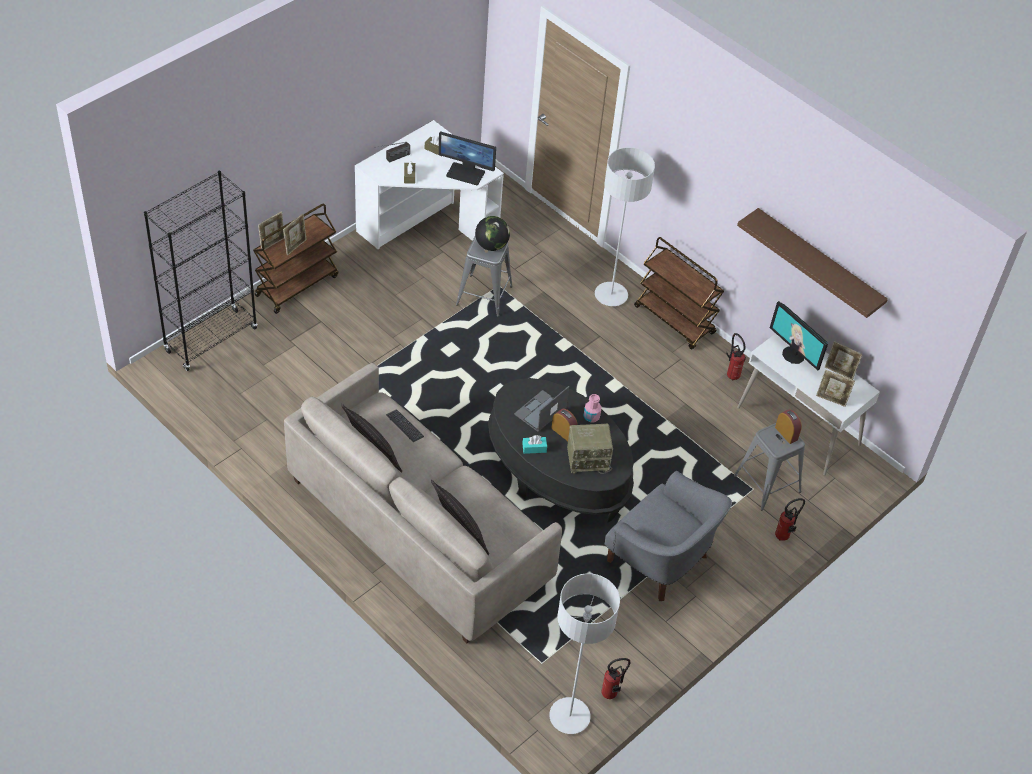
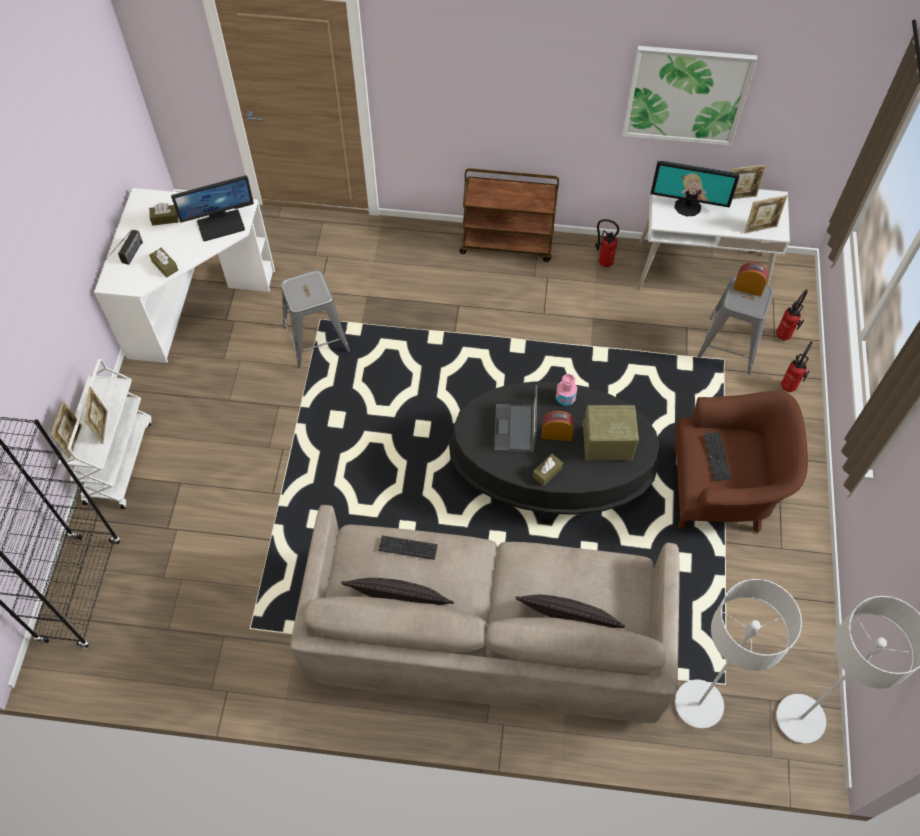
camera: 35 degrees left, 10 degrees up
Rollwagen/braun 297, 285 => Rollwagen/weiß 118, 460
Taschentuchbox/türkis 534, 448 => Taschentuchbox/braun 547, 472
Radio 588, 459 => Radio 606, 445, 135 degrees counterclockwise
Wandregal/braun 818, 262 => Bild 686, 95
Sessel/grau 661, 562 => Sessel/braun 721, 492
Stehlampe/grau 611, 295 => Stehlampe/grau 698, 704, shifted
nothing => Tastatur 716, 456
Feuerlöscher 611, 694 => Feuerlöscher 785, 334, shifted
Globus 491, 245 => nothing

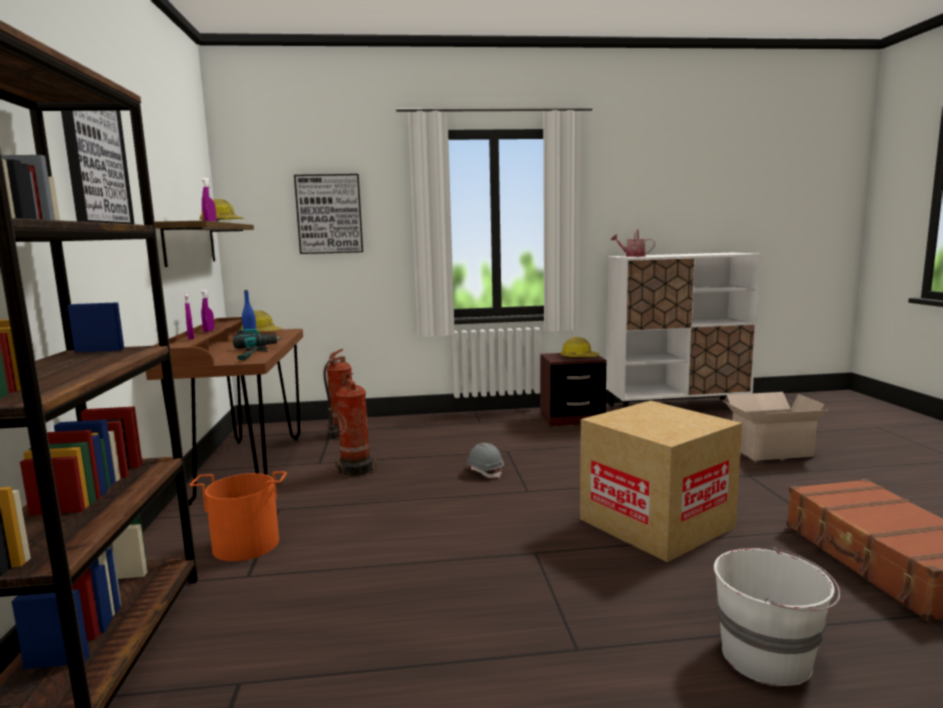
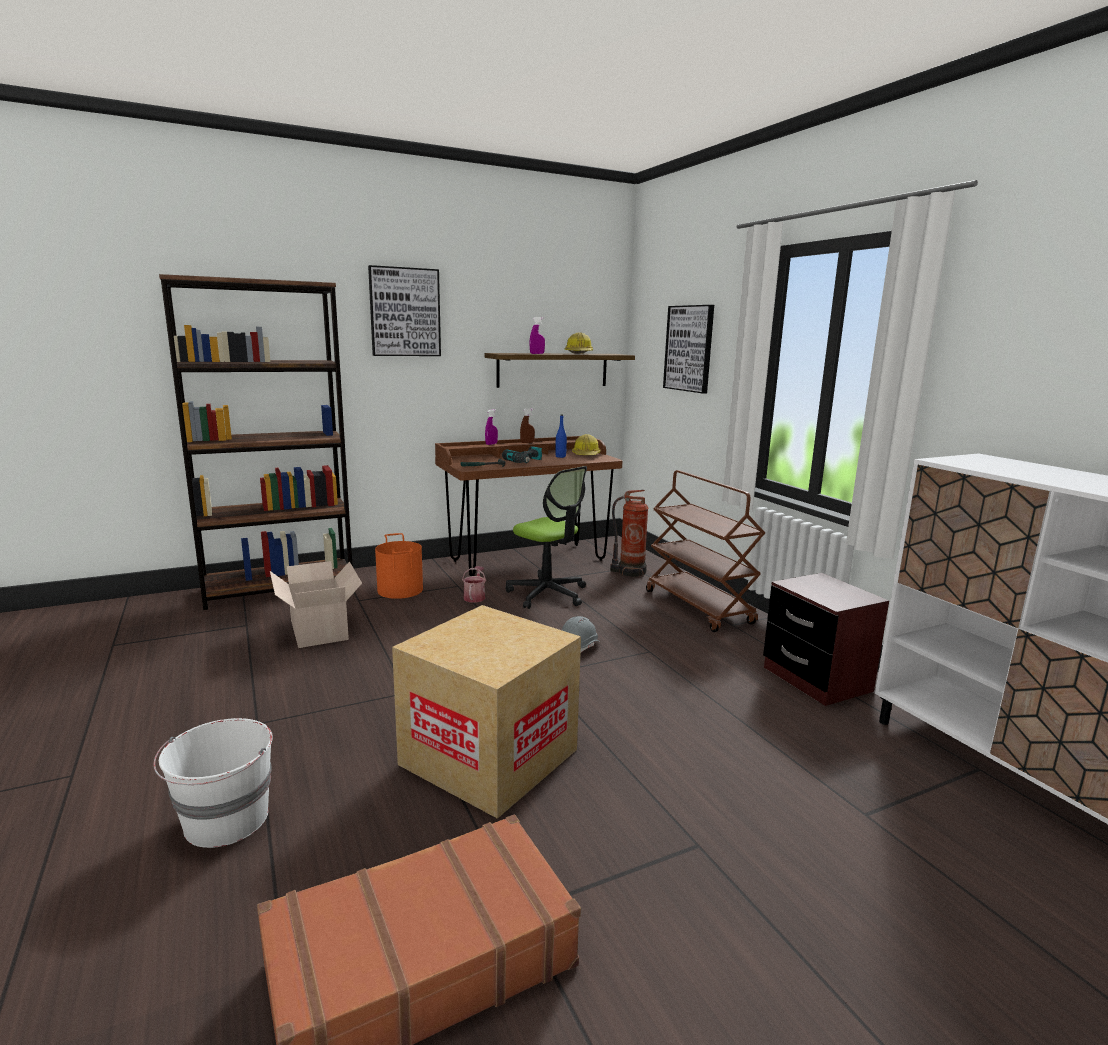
camera: 70 degrees right, 5 degrees up
Karton 769, 451 => Karton 319, 629, shifted
Gießkanne 632, 256 => Gießkanne 475, 597, shifted
Feuerlöscher 356, 469 => Bürostuhl 547, 594
Sprühflasche/lila 209, 330 => Sprühflasche/braun 527, 442
nothing => Rollwagen/braun 699, 607
Schutzhelm 578, 358 => nothing

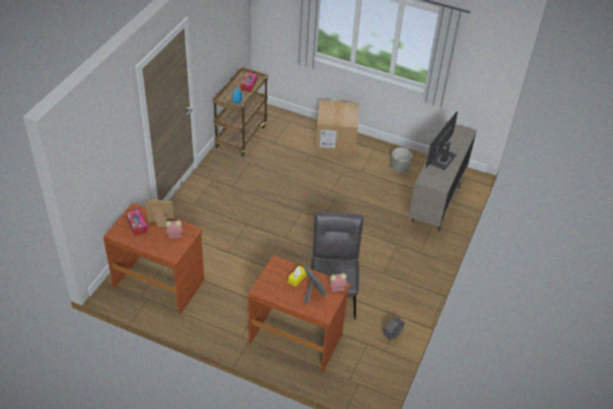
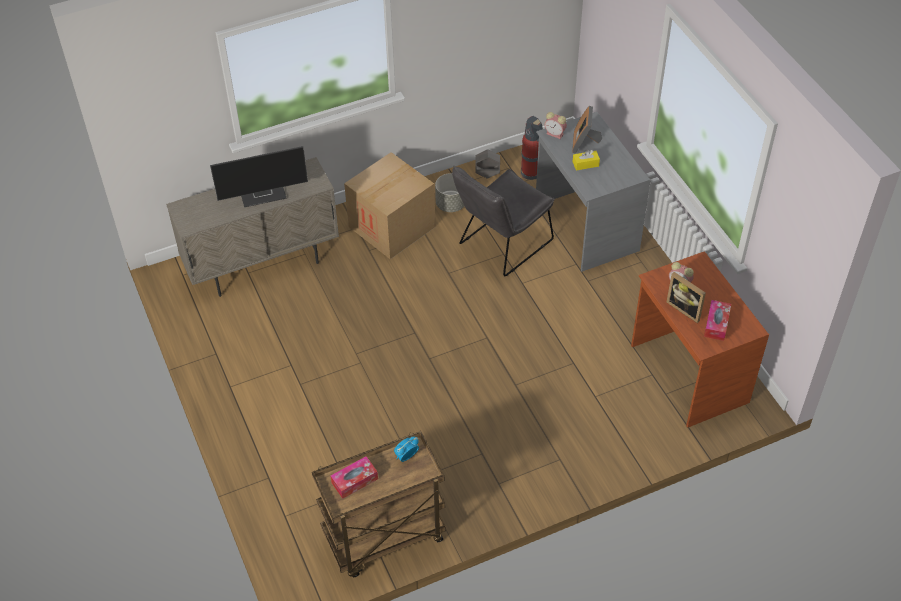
camera: 135 degrees left, 5 degrees up
Karton 335, 143 => Karton 392, 226, shifted
Pflanzkübel/grau 399, 168 => Pflanzkübel/grau 451, 204, shifted
nothing => Feuerlöscher 531, 173
Schreibtisch/braun 296, 338 => Schreibtisch/grau 585, 227

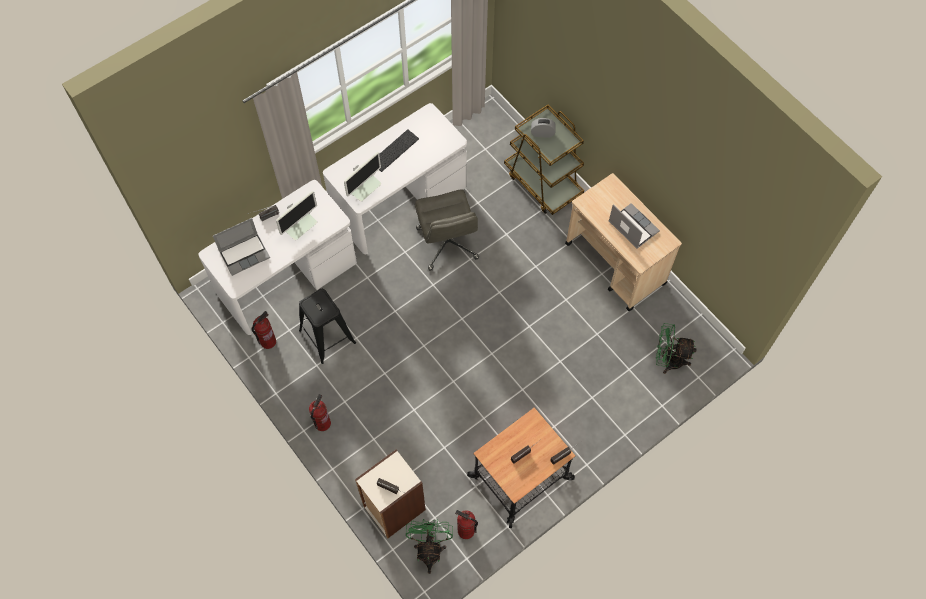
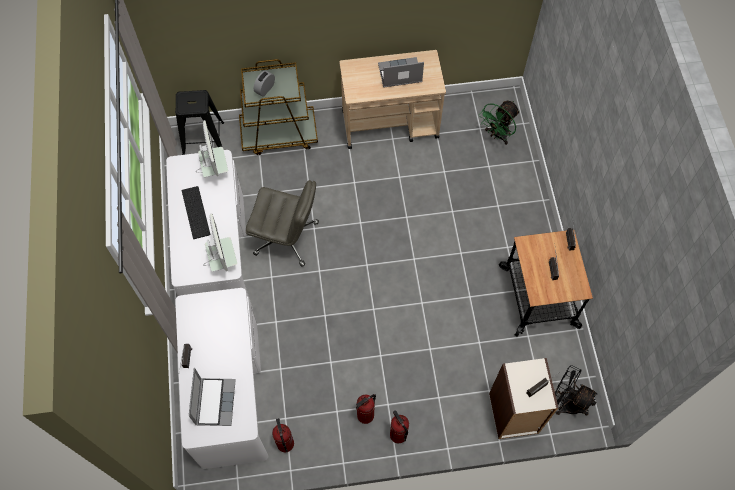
camera: 60 degrees left, 0 degrees up
Hocker/schwarz 327, 336 => Hocker/schwarz 203, 139, shifted
Monitor 300, 231 => Monitor 214, 170, shifted
Feuerlöscher 465, 531 => Feuerlöscher 365, 415, shifted
Ventilator/grün 430, 549 => Ventilator/schwarz 566, 402

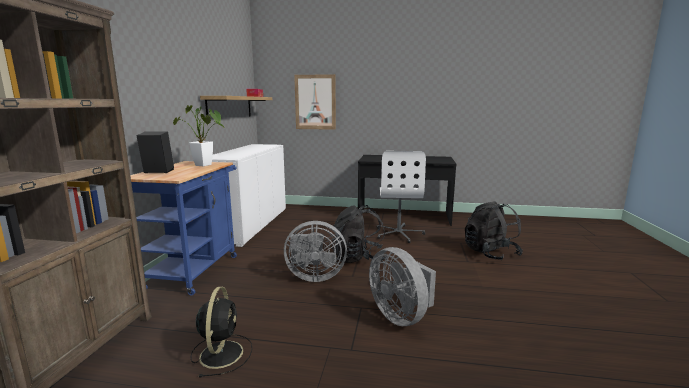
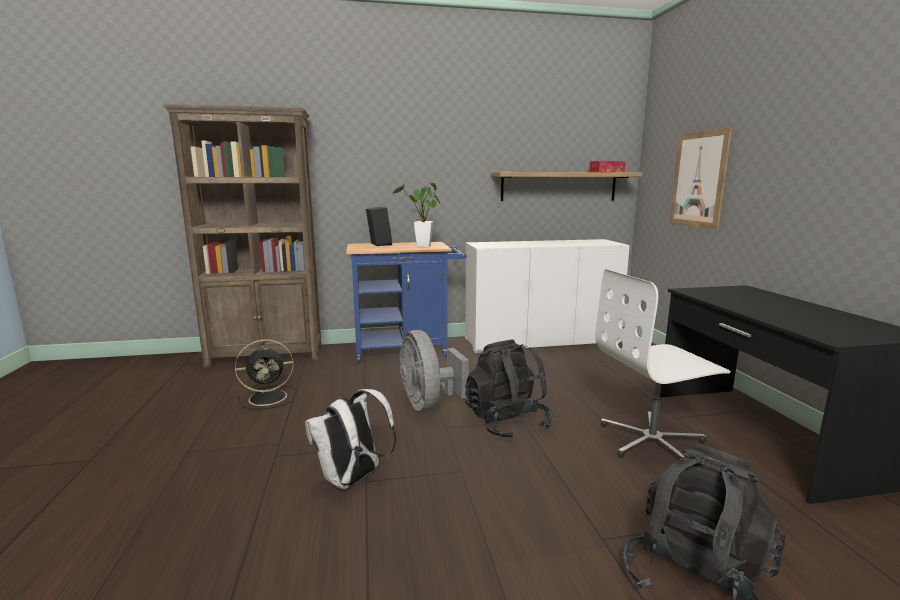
camera: 70 degrees right, 0 degrees up
Ventilator/grau 401, 316 => Rucksack/weiß 352, 480

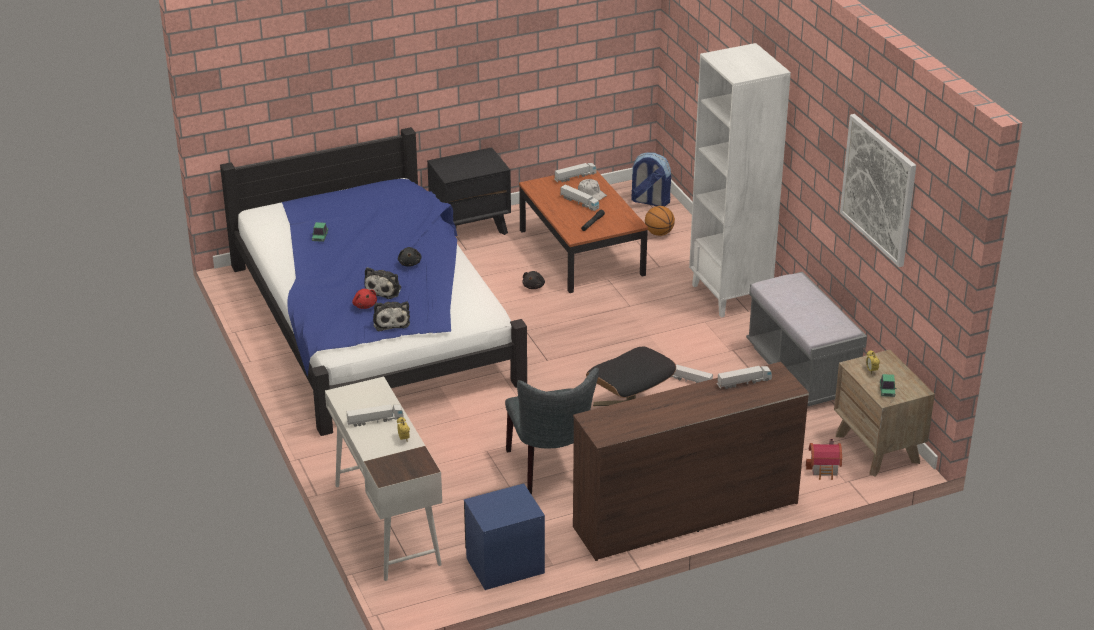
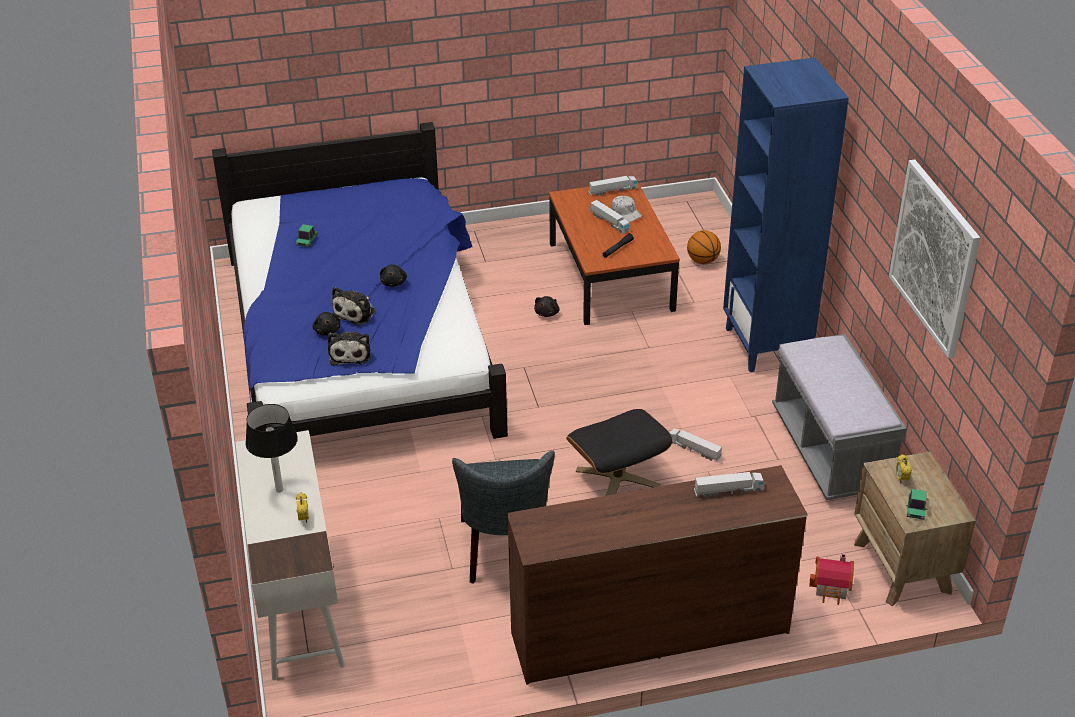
camera: 10 degrees right, 5 degrees up
Spielzeuglaster 375, 420 => Tischlampe 279, 489
Plüschtier/rot 364, 305 => Plüschtier/schwarz 327, 330
Bücherregal/weiß 730, 295 => Bücherregal/blau 767, 345
Nachttisch/schwarz 470, 228 => nothing
Nachttisch/blau 505, 565 => nothing
Rucksack 649, 201 => nothing

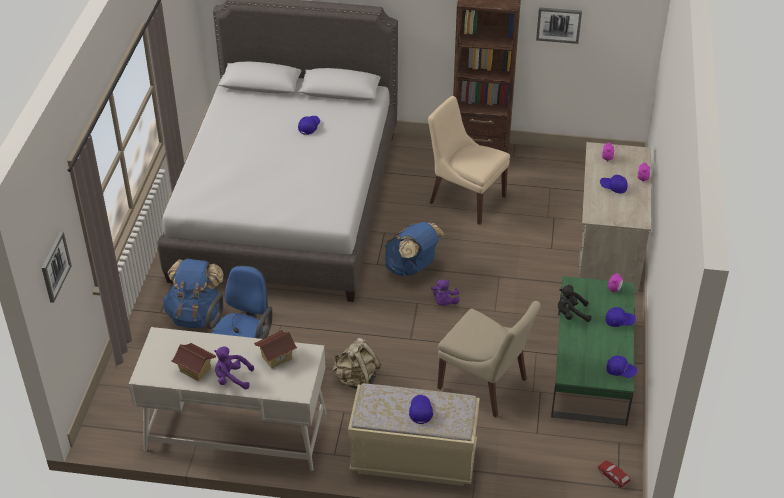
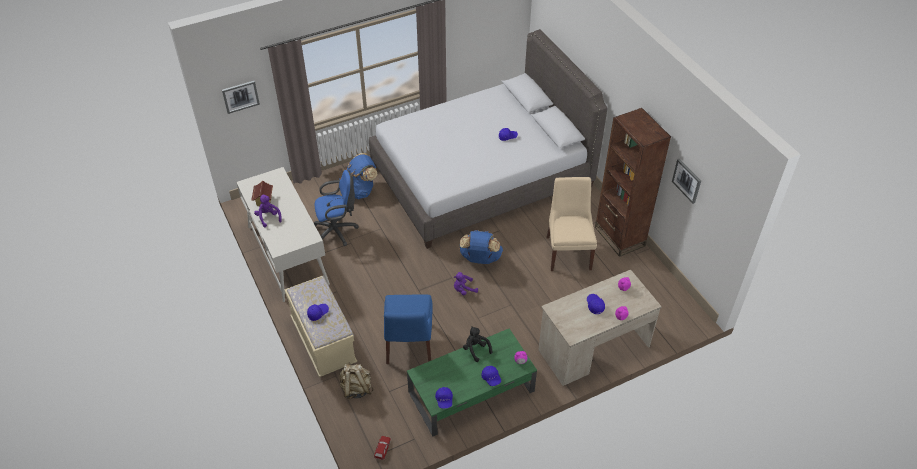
camera: 55 degrees right, 5 degrees up
Rucksack/beige 356, 380 => Rucksack/beige 356, 388, shifted
Stuhl/beige 485, 385 => Stuhl/blau 409, 345
Spielzeughaus 276, 357 => nothing

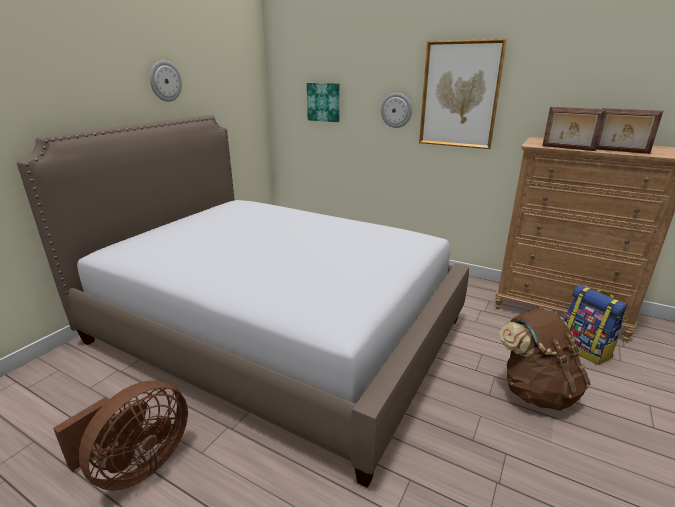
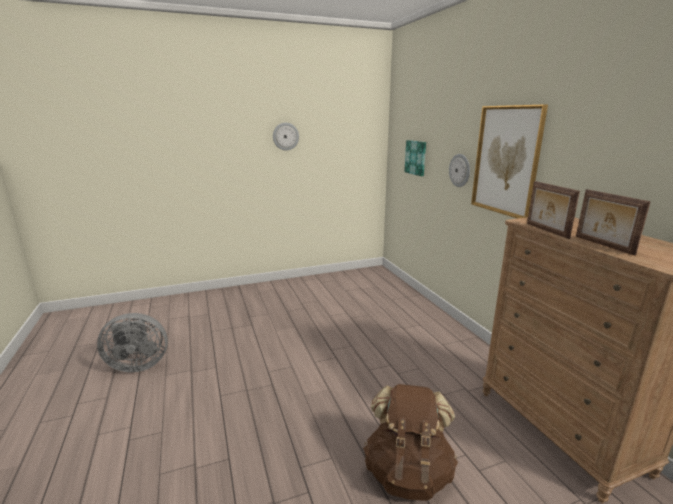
camera: 40 degrees right, 5 degrees down
Ventilator/braun 137, 466 => Ventilator/grau 137, 365
Bett 276, 331 => nothing
Rucksack 585, 349 => nothing

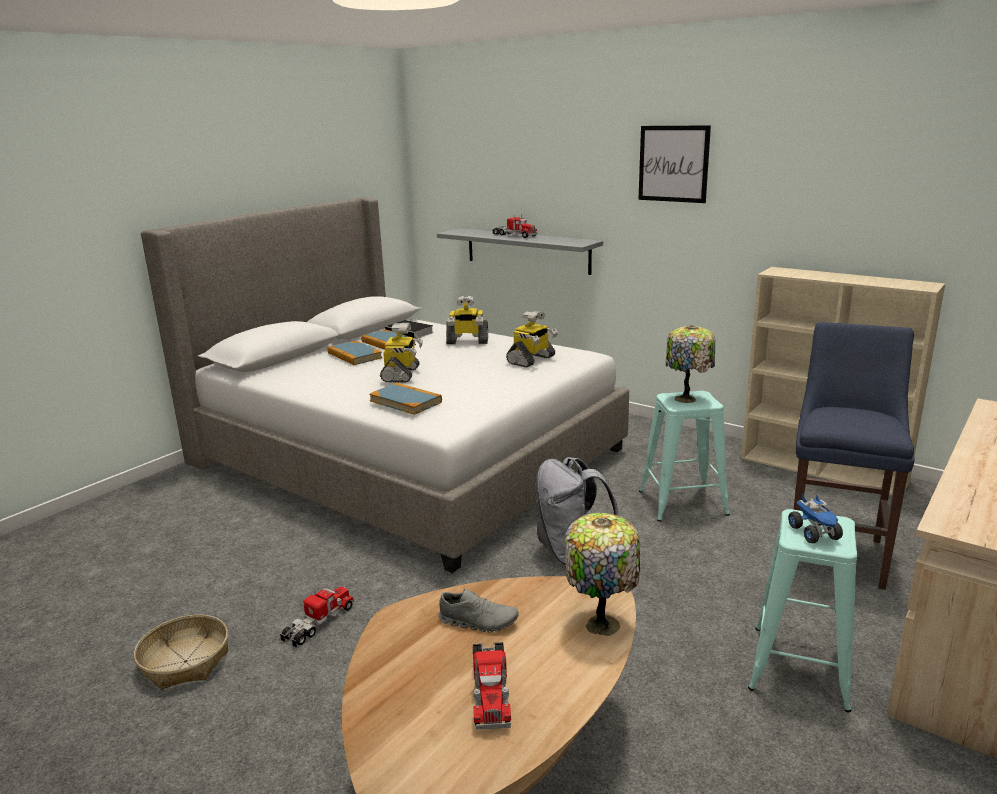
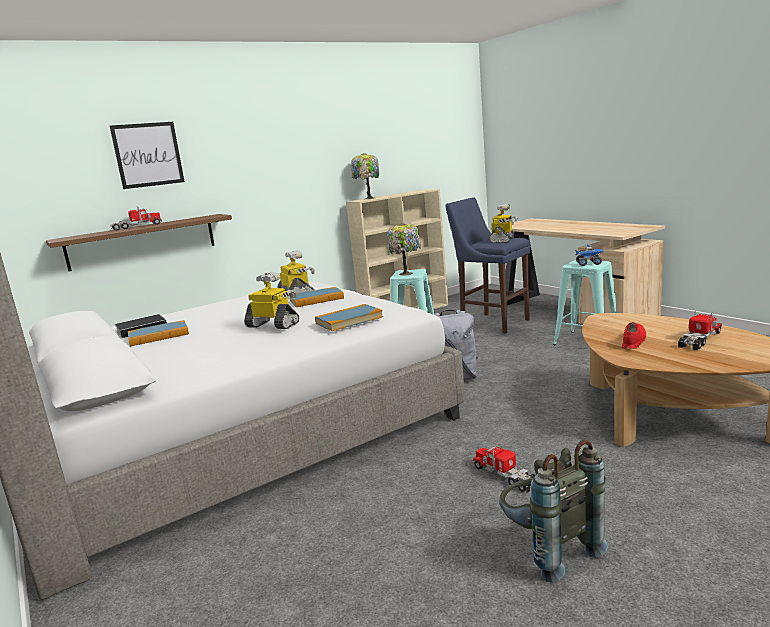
camera: 70 degrees left, 5 degrees down
Wandregal/grau 527, 250 => Wandregal/braun 142, 241
Bild 673, 164 => Bild 148, 155, shifted
Buch 354, 355 => Buch 316, 299, shifted
Tischlampe 601, 622 => Tischlampe 368, 198, shifted
Spielzeugroboter 467, 341 => Spielzeugroboter 503, 240, shifted
Korb 185, 661 => Rucksack/grau 547, 549
Schuh/grau 478, 622 => Schuh/rot 633, 341
Spielzeuglaster 490, 690 => Spielzeuglaster 700, 340, 60 degrees counterclockwise

